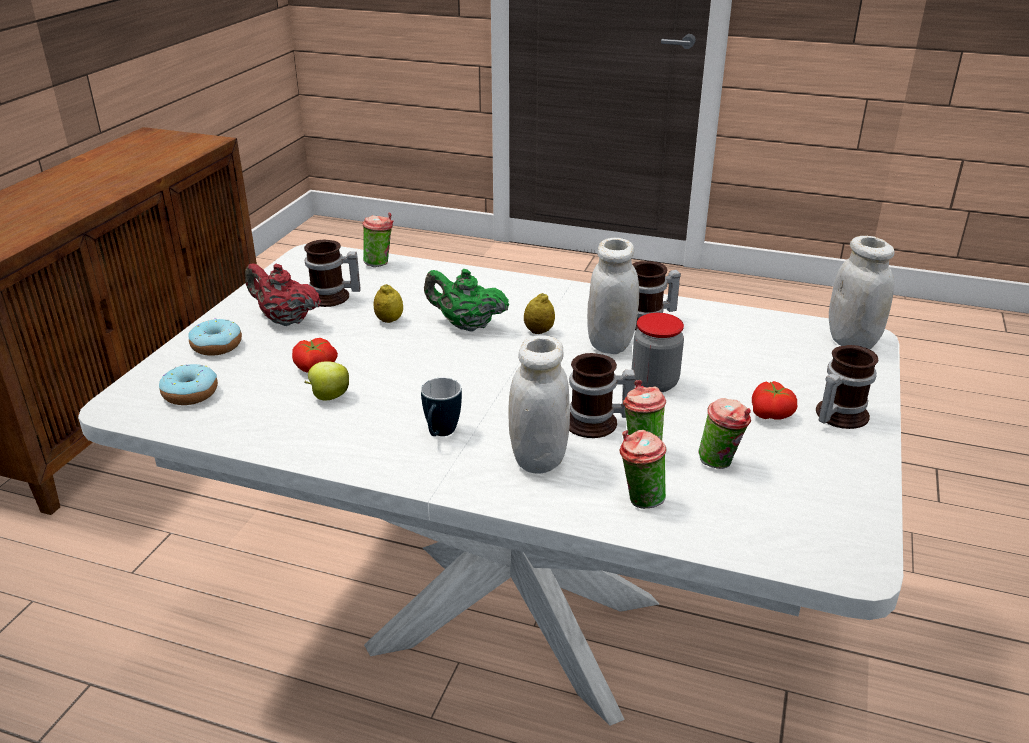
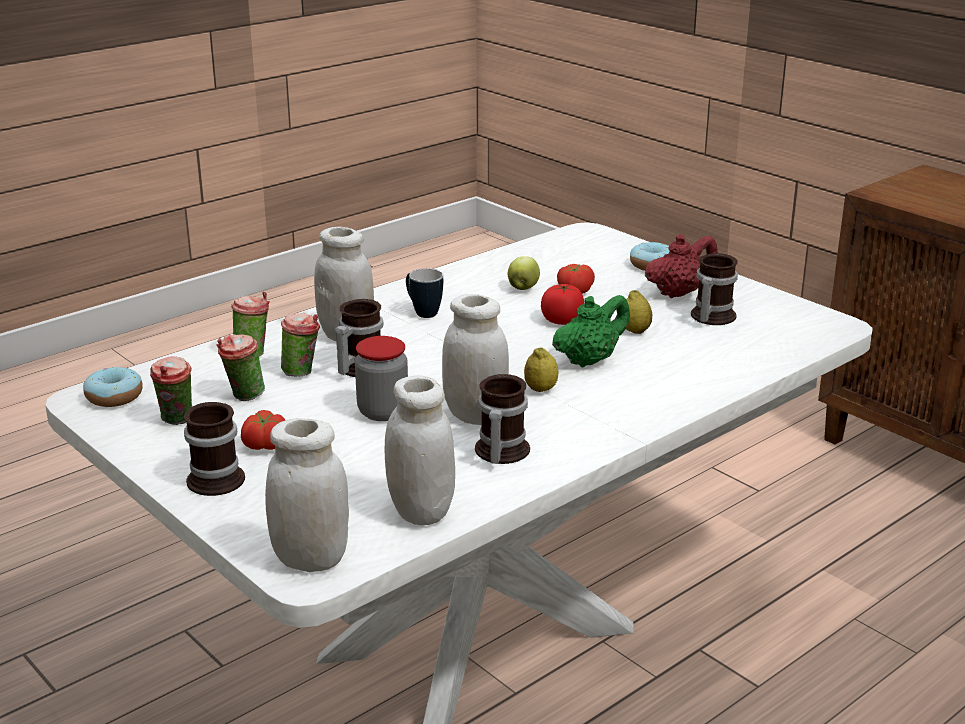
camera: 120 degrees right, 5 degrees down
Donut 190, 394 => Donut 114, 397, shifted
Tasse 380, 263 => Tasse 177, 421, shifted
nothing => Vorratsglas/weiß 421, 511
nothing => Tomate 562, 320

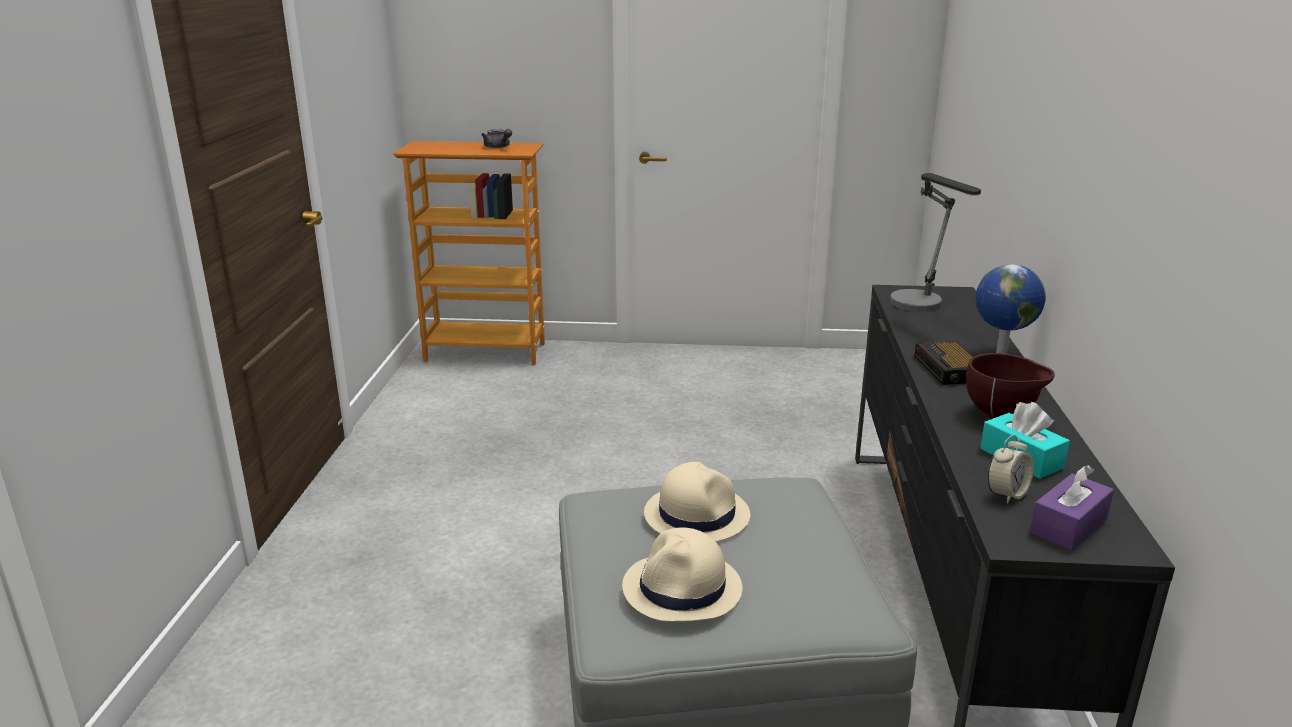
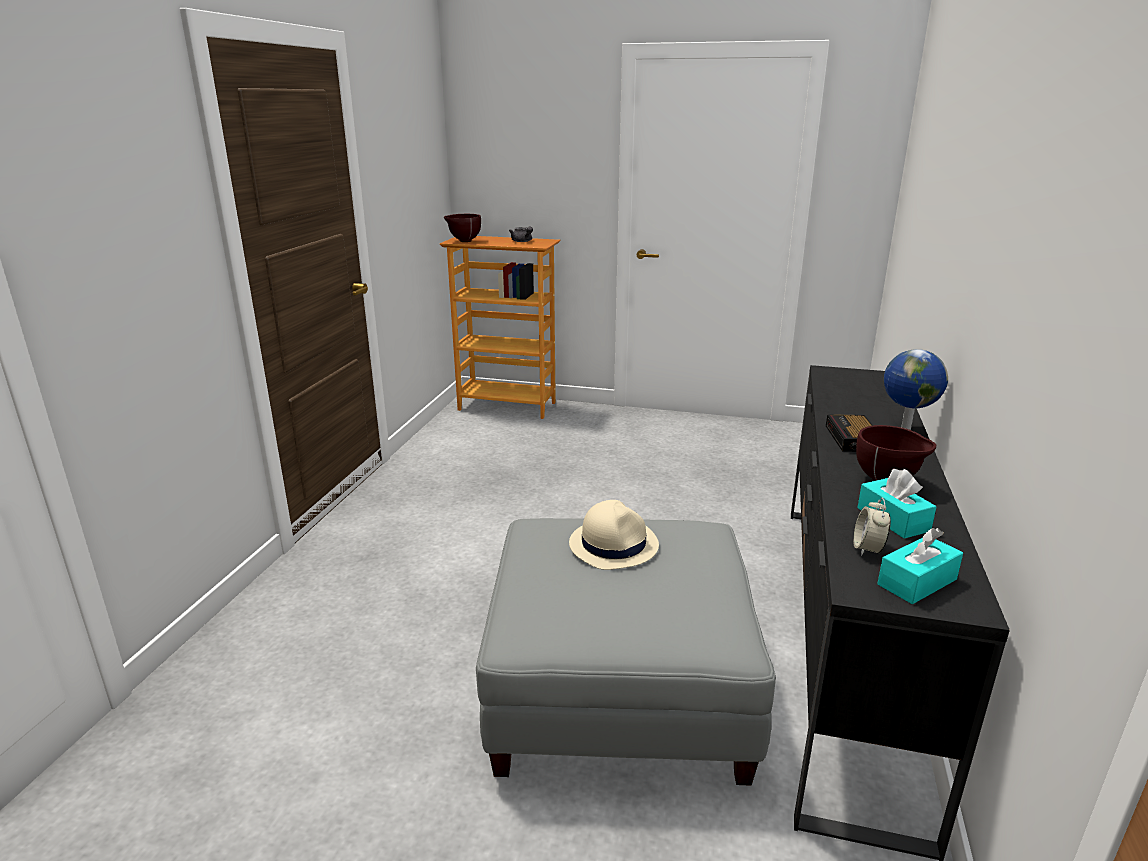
camera: 10 degrees right, 0 degrees up
nothing => Schüssel/braun 463, 241
Wecker 1006, 494 => Wecker 868, 549, 135 degrees clockwise
Taschentuchbox/lila 1068, 525 => Taschentuchbox/türkis 917, 582
Hut/beige 682, 589 => nothing
Tischlampe 922, 308 => nothing

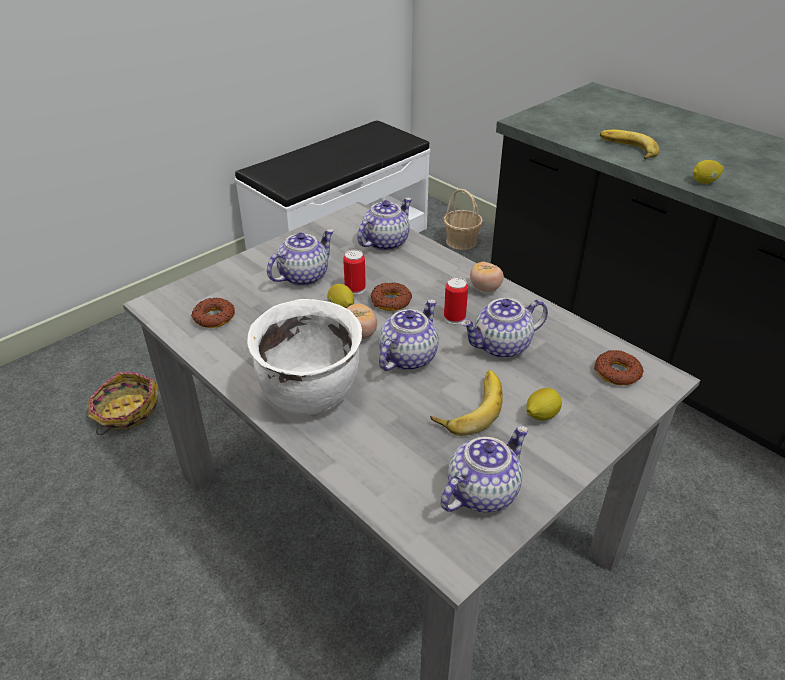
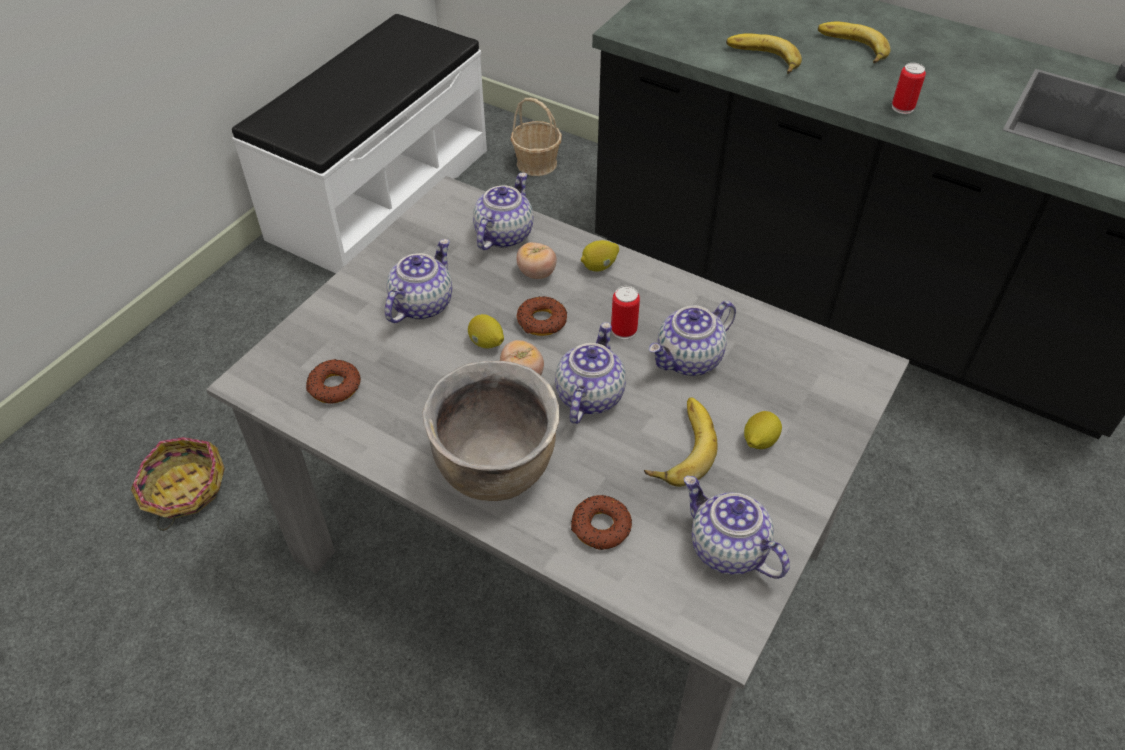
camera: 15 degrees left, 10 degrees up
Kochtopf/weiß 311, 395 => Kochtopf/braun 497, 469
Tomate 485, 288 => Tomate 536, 273, shifted
Donut 617, 373 => Donut 601, 527, shifted
Zitrone 704, 182 => Zitrone 599, 266, shifted
Teekanne 482, 491 => Teekanne 726, 549, 75 degrees counterclockwise
nothing => Banane 850, 48
Dose 355, 289 => Dose 902, 108, shifted

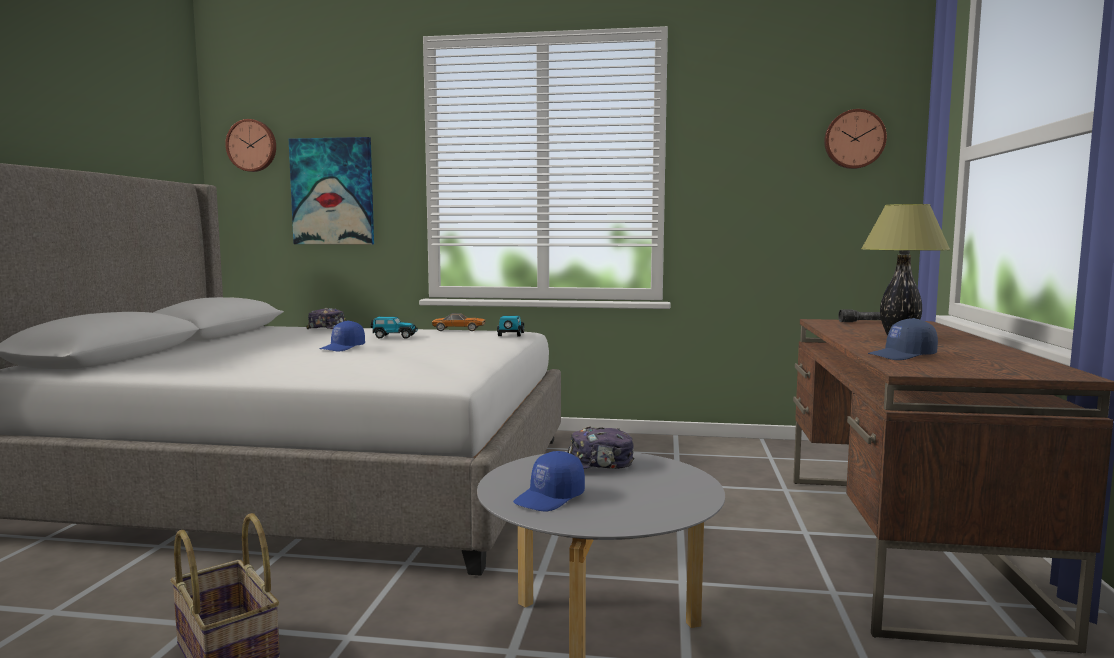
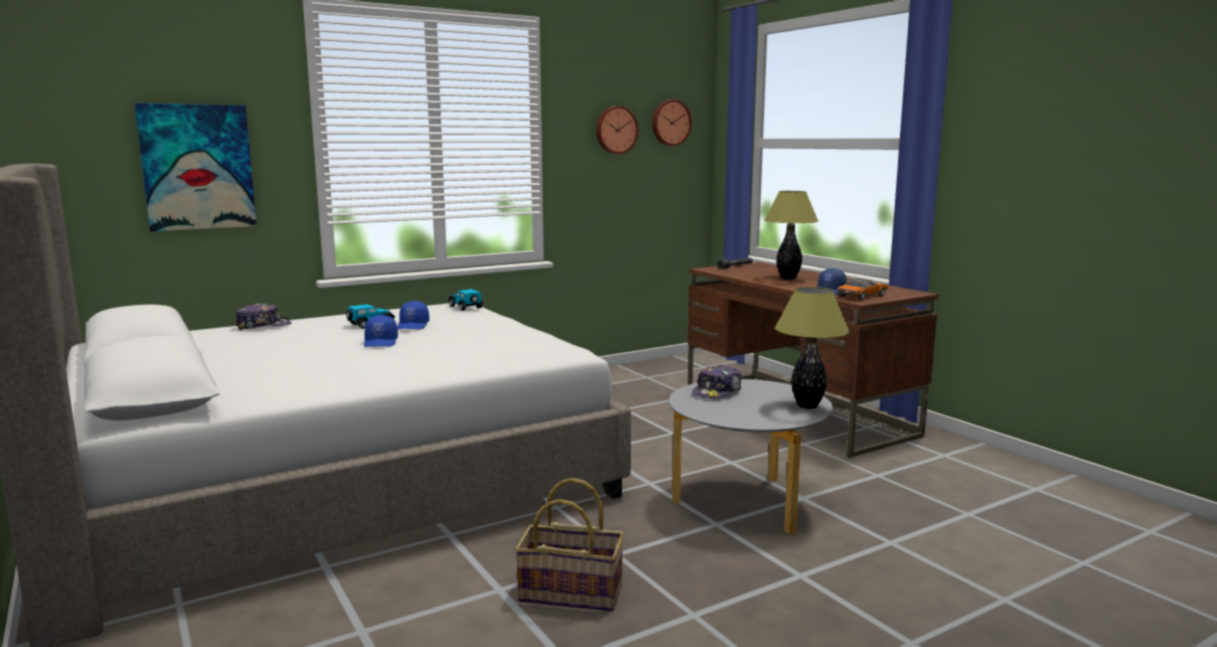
camera: 40 degrees left, 5 degrees up
Kappe/blau 550, 498 => Kappe/blau 413, 326, shifted
Wanduhr 252, 146 => Wanduhr 615, 130, shifted
nothing => Tischlampe 807, 406
Spielzeugauto 459, 329 => Spielzeugauto 862, 296, shifted

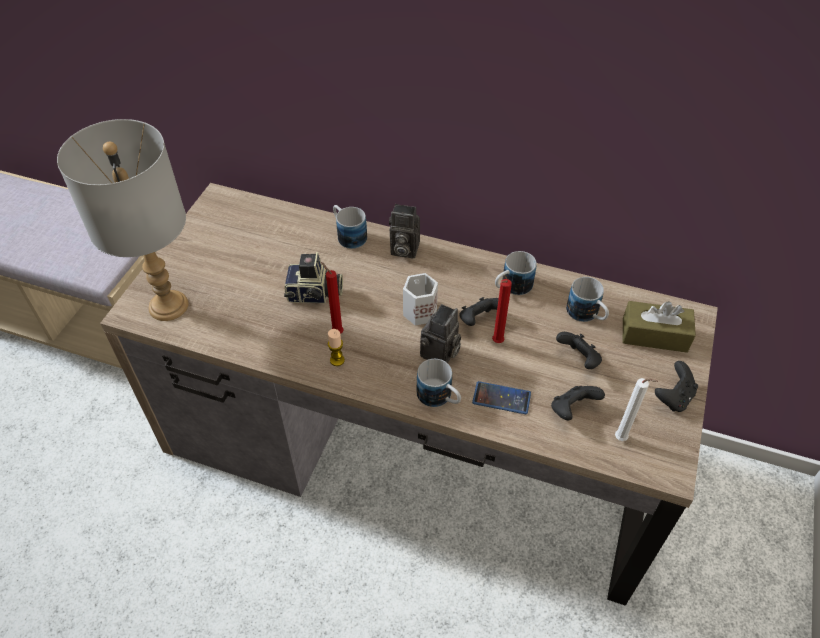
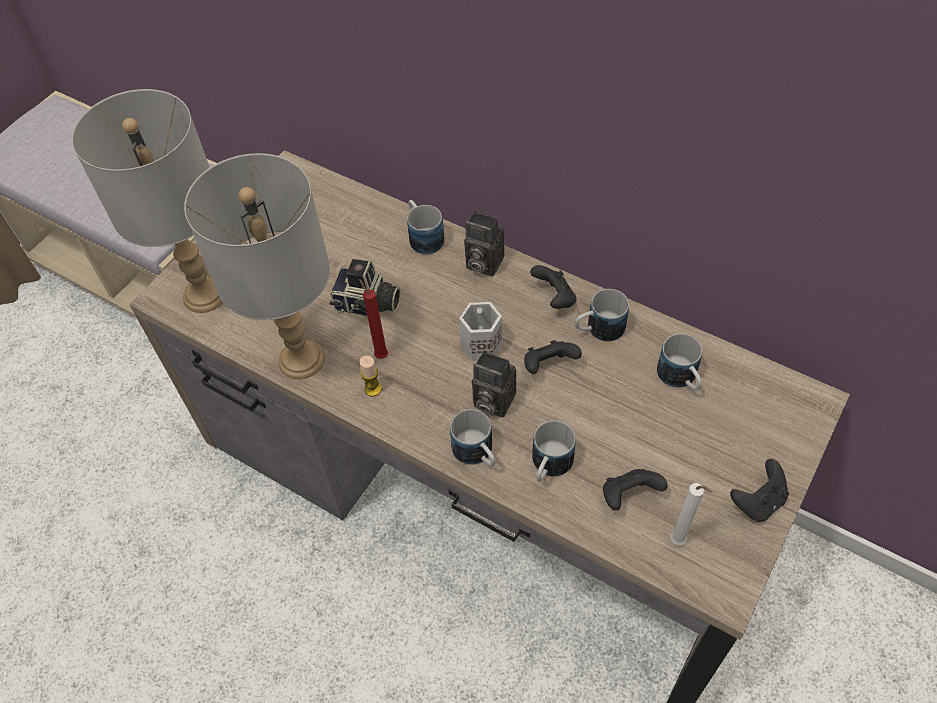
camera: 15 degrees right, 5 degrees up
nothing => Tischlampe/grau 302, 360
Kamera 440, 354 => Kamera 491, 401, 75 degrees clockwise
Gamepad/schwarz 578, 359 => Gamepad/schwarz 554, 298, shifted
Handy 501, 398 => Henkelbecher 549, 467
Kerze/rot 496, 343 => nothing
Taschentuchbox/braun 654, 335 => nothing

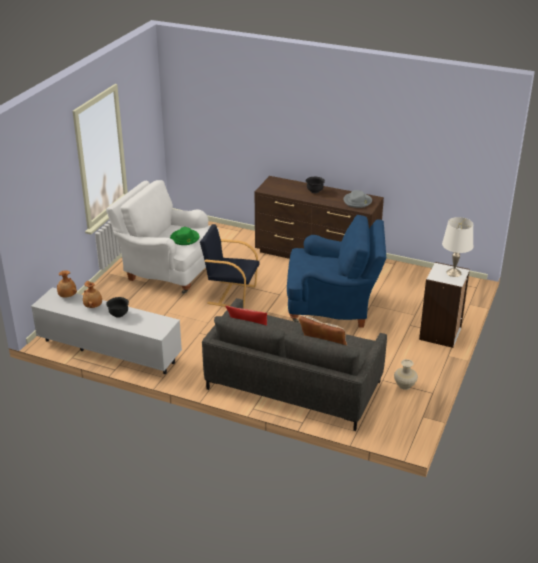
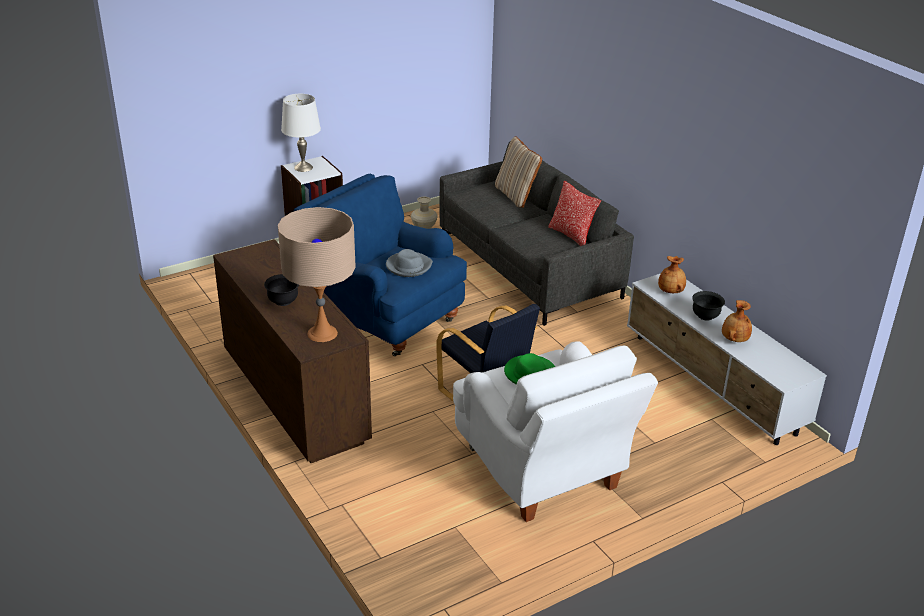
camera: 145 degrees left, 0 degrees up
nothing => Tischlampe/beige 322, 333
Hut/grau 357, 201 => Hut/grau 408, 266, shifted
Vase/braun 67, 296 => Vase/braun 671, 291, shifted

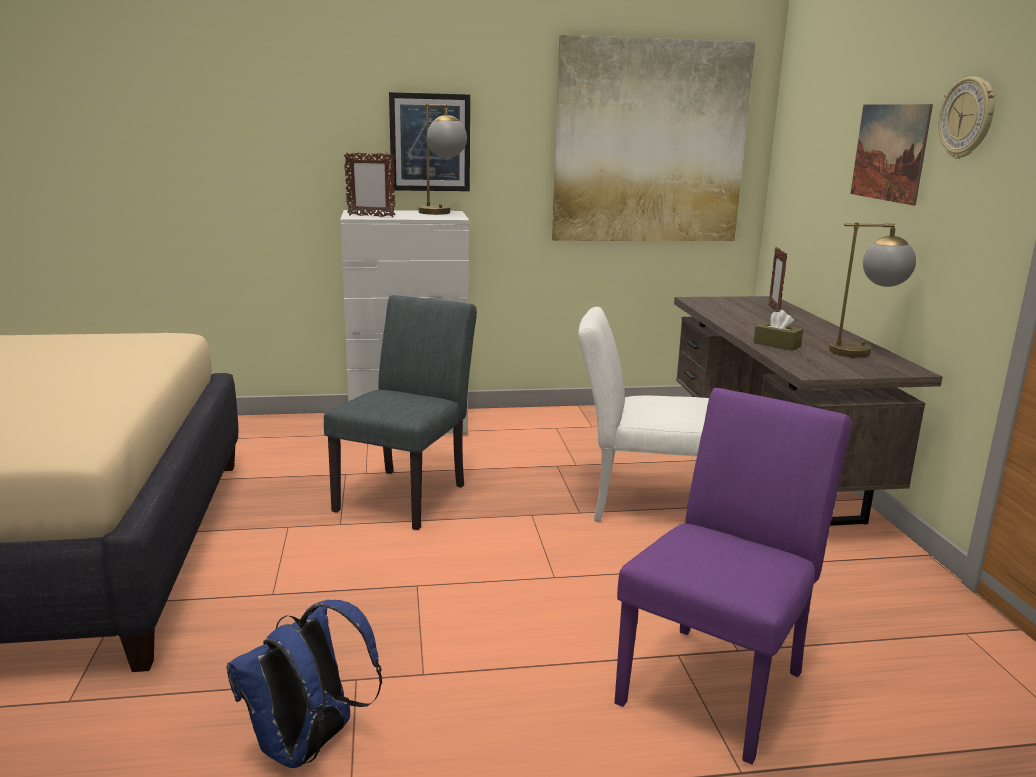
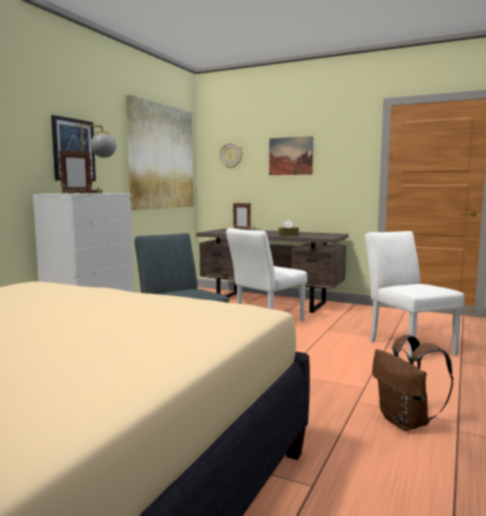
camera: 55 degrees left, 10 degrees down
Wanduhr 967, 118 => Wanduhr 231, 155, shifted
Stuhl/lila 719, 680 => Stuhl/weiß 407, 345
Rucksack/blau 308, 747 => Rucksack/braun 406, 422
Tischlampe 863, 352 => nothing

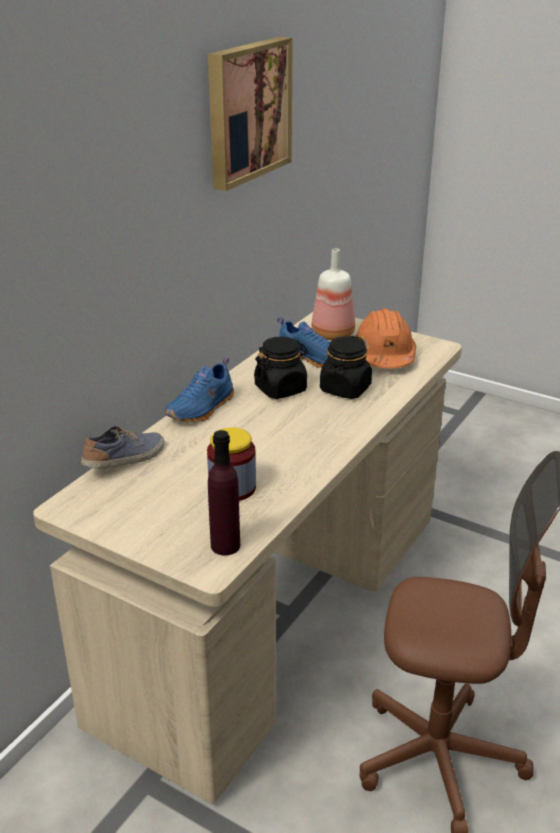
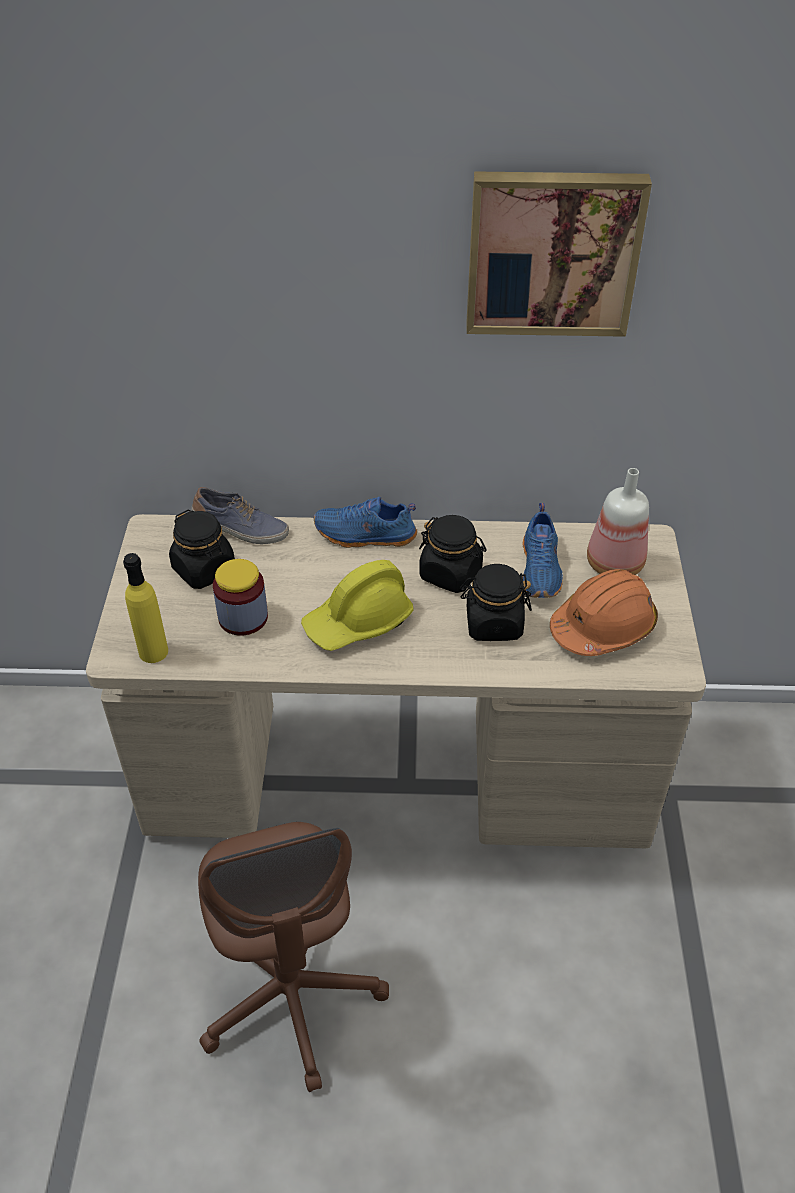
camera: 60 degrees right, 15 degrees up
Flasche/lila 225, 545 => Flasche/gelb 153, 651
nothing => Vorratsglas/schwarz 204, 570
nothing => Schutzhelm/gelb 358, 622

